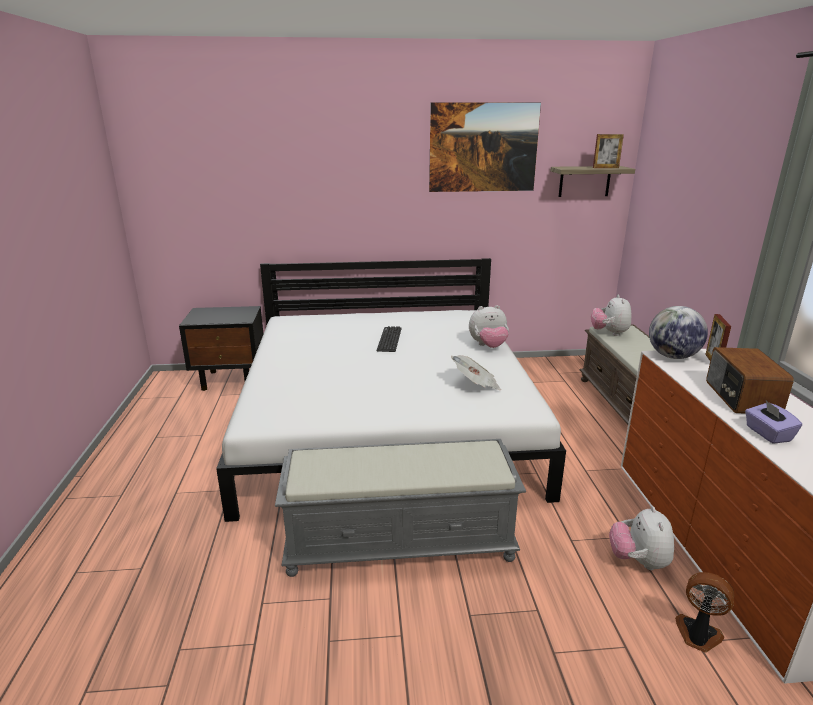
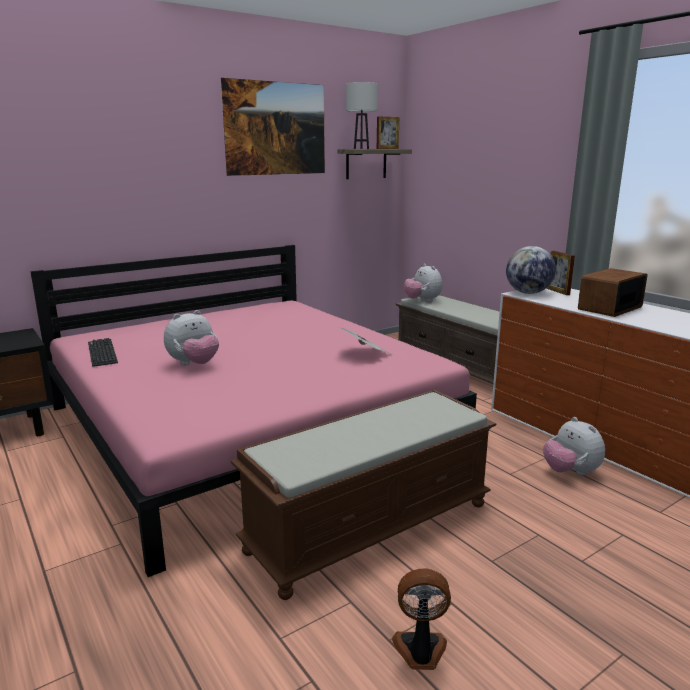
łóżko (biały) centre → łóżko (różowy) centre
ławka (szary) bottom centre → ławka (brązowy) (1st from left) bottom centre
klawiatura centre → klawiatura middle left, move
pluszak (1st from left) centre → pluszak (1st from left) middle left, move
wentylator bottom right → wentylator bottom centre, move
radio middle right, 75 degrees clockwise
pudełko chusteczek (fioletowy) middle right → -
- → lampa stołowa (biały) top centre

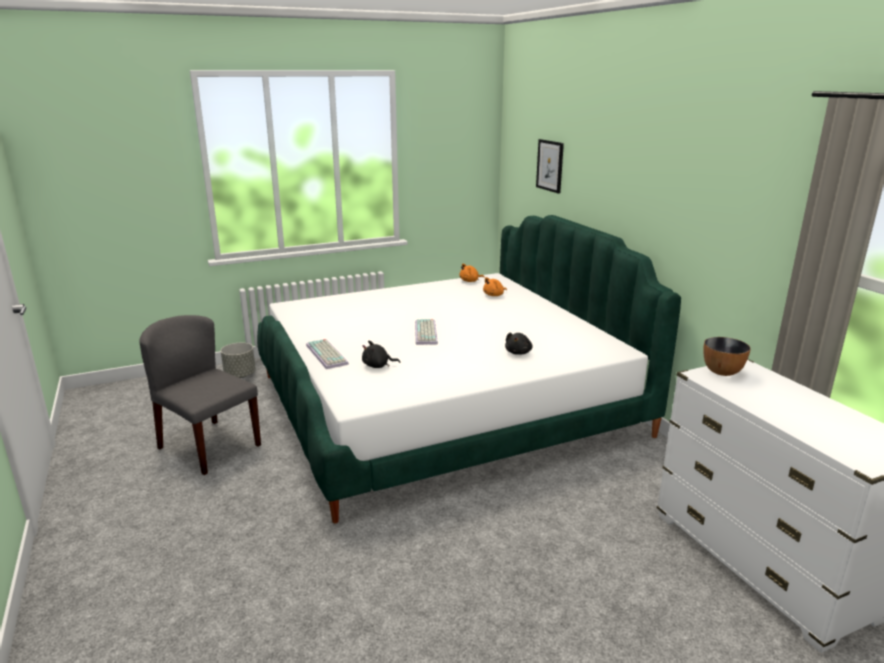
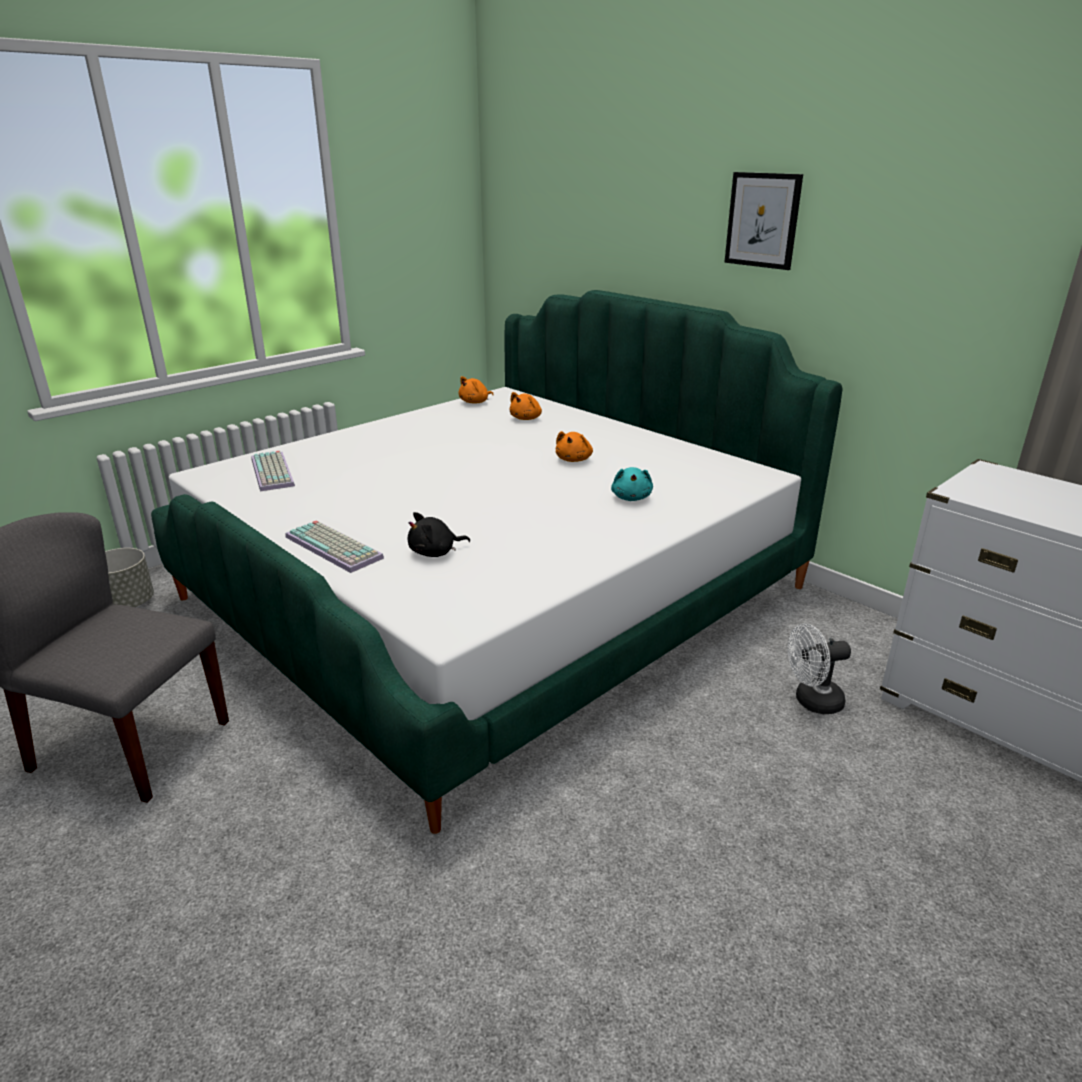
klawiatura (2nd from left in the first image) centre → klawiatura (1st from left) middle left, move
pluszak (czarny) (2nd from left) centre → pluszak (turkusowy) centre
obraz top centre → obraz top right, move
miska middle right → -
- → pluszak (pomarańczowy) (3rd from left) centre
- → wentylator (biały) middle right

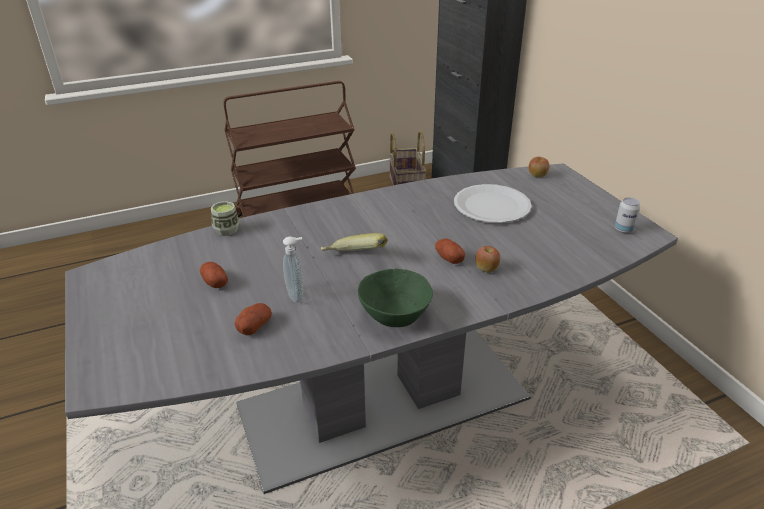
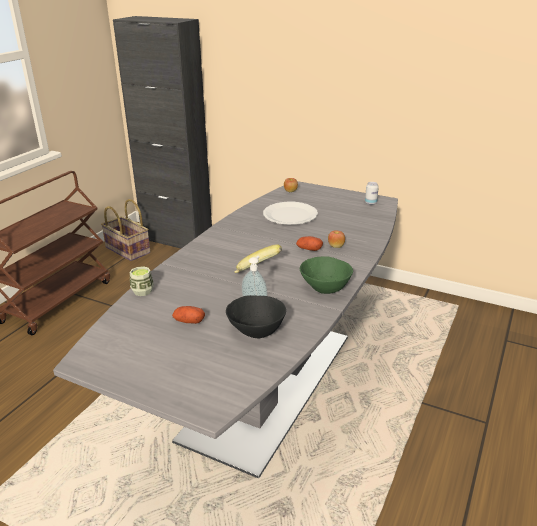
ziemniak (2nd from left) middle left → miska (czarny) centre

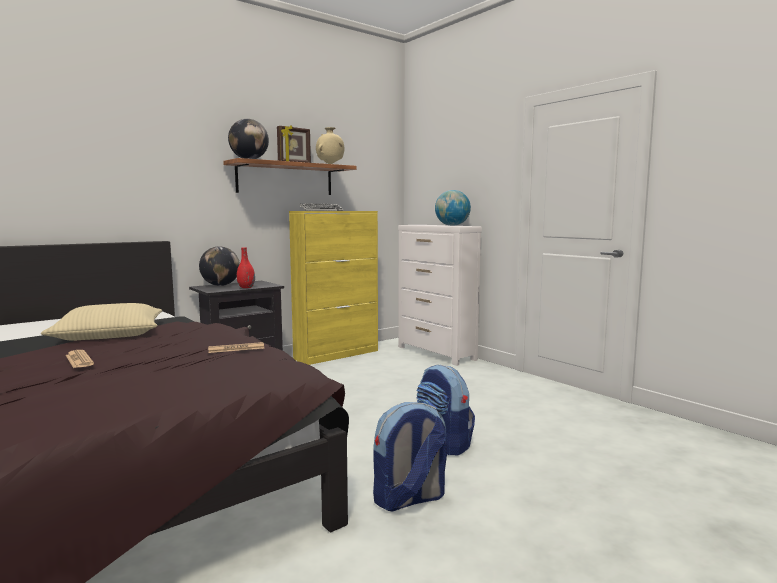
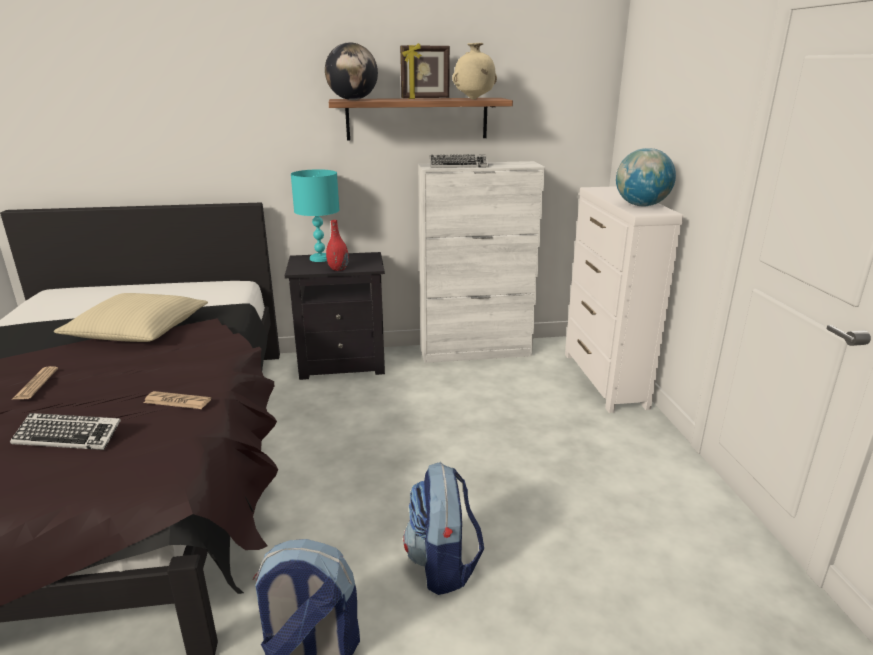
globus (1st from left) middle left → lampa stołowa (turkusowy) top centre
szafka (żółty) centre → szafka (biały) centre
- → klawiatura (1st from left) middle left

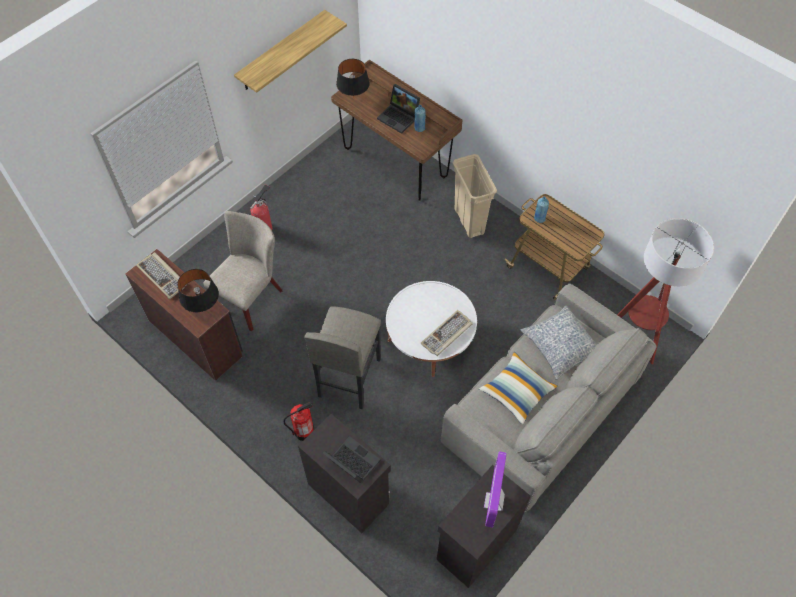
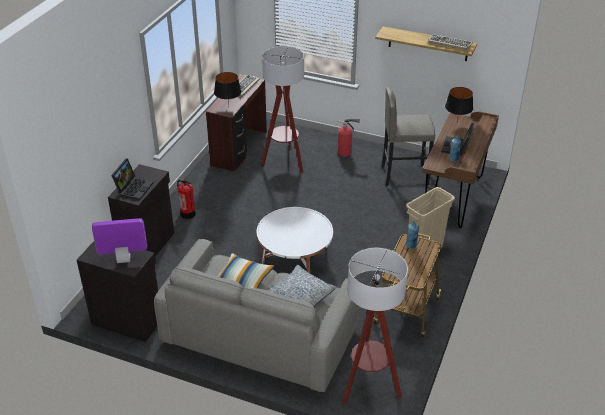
krzesło (beżowy) middle left → lampa stojąca (1st from left) top centre
stołek (szary) centre → stołek (szary) top right, move
klawiatura (2nd from left) centre → klawiatura (2nd from left) top right, move

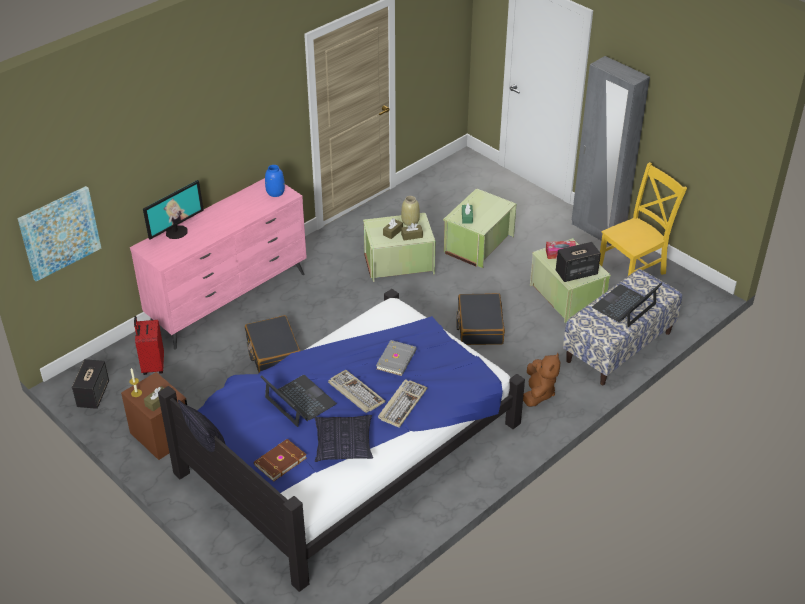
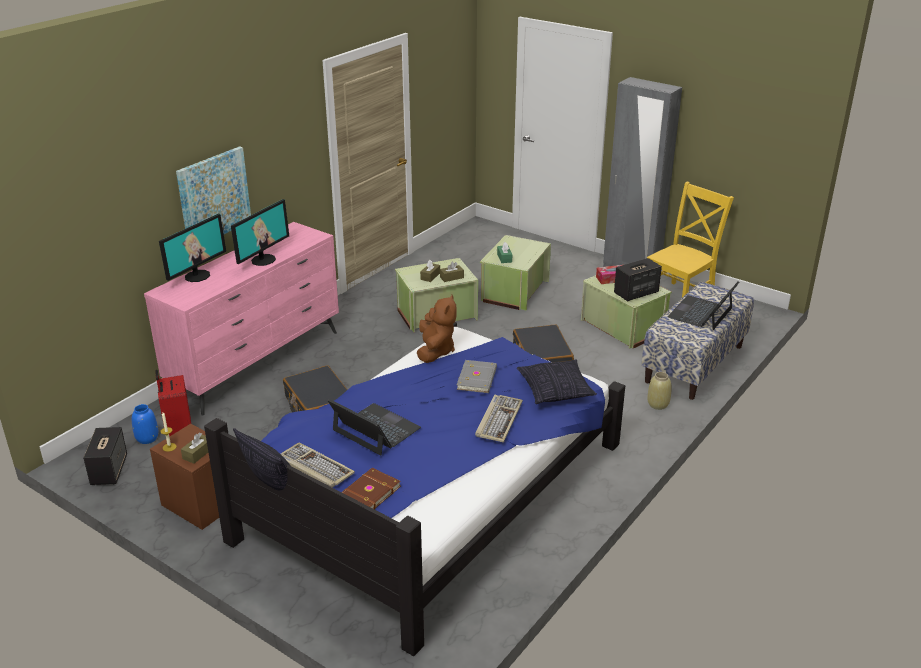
obraz middle left → obraz top left, move
wazon (niebieski) top centre → wazon (niebieski) middle left, move
poduszka (2nd from left) bottom centre → poduszka (2nd from left) centre, move
klawiatura (1st from left) centre → klawiatura (1st from left) bottom centre, move
wazon (beżowy) centre → wazon (beżowy) middle right, move
pluszak (brązowy) middle right → pluszak (brązowy) centre, move
- → monitor (2nd from left) middle left

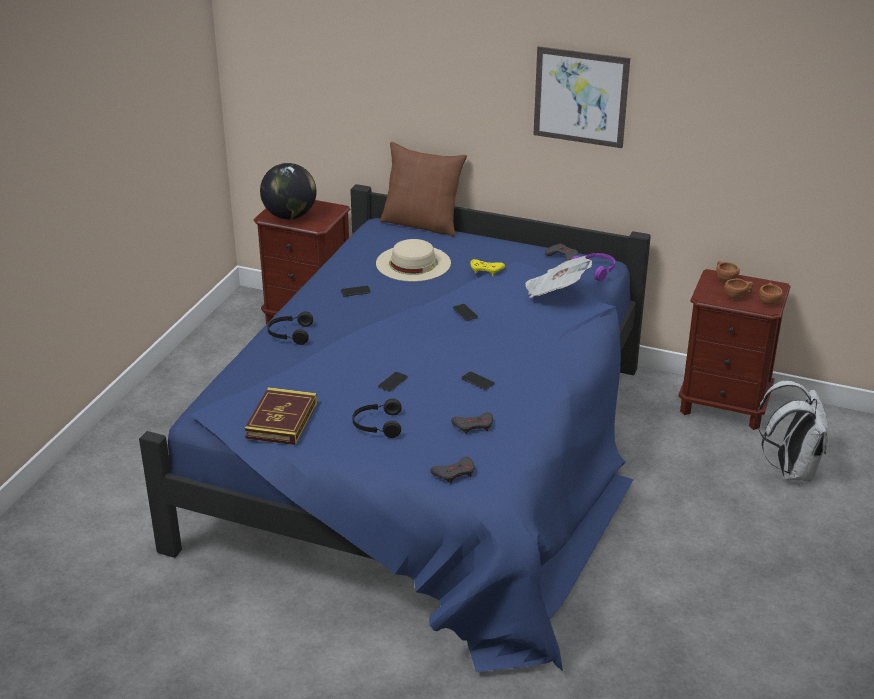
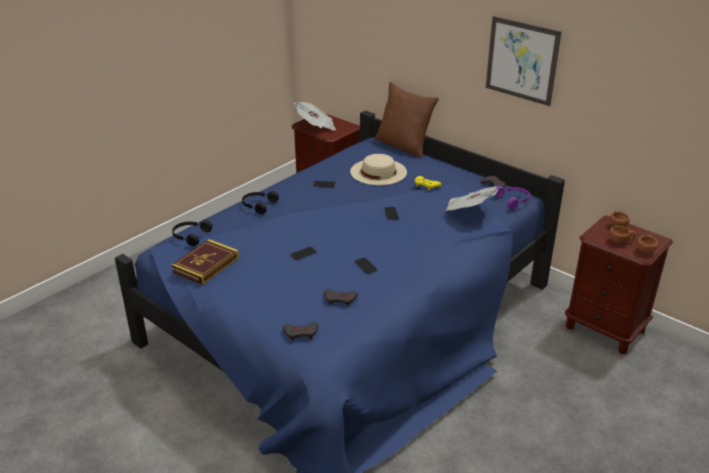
globus top left → gazeta (1st from left) top centre
słuchawki (czarny) (2nd from left in the first image) centre → słuchawki (czarny) (1st from left) middle left, move
plecak (biały) middle right → -

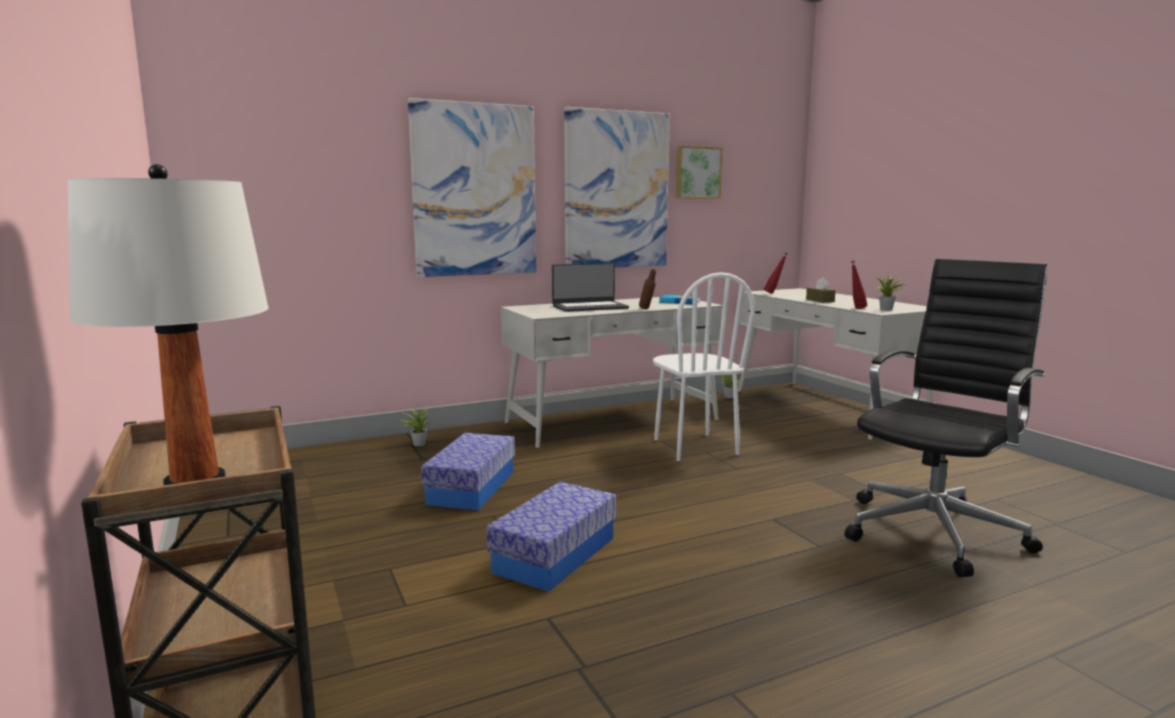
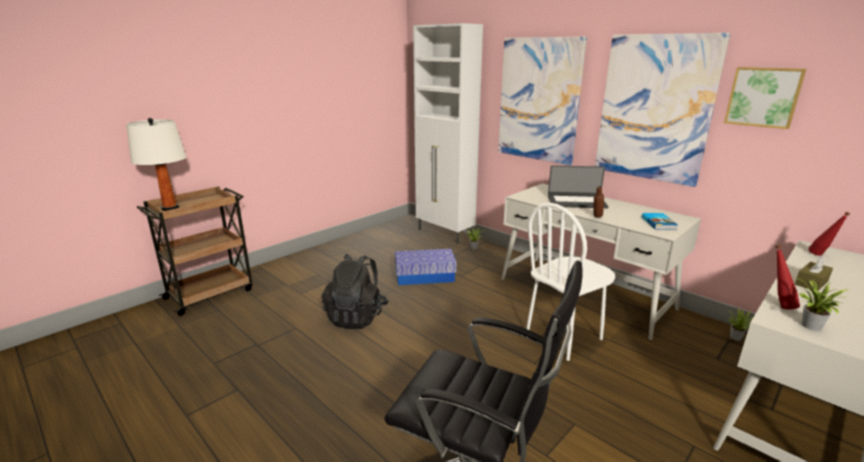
pojemnik do przechowywania (2nd from left) bottom centre → plecak (czarny) centre
laptop centre → laptop middle right, 45 degrees counterclockwise
- → szafka (biały) top centre

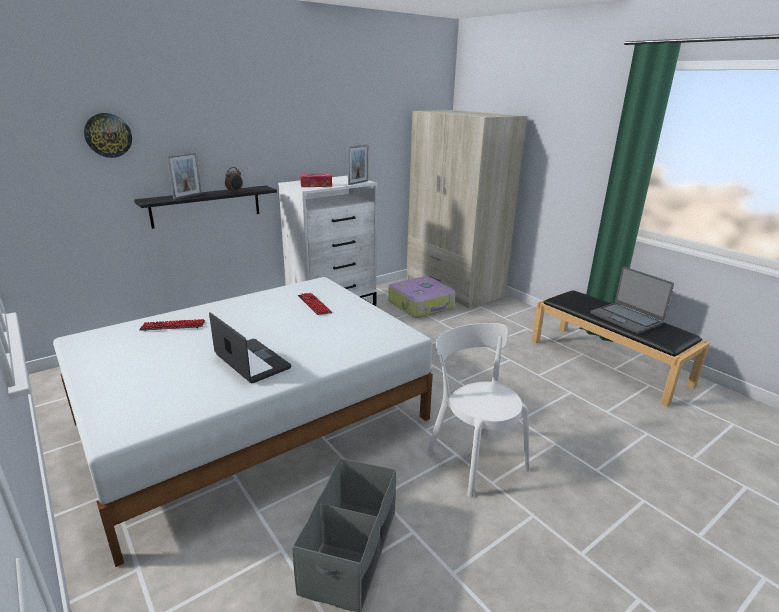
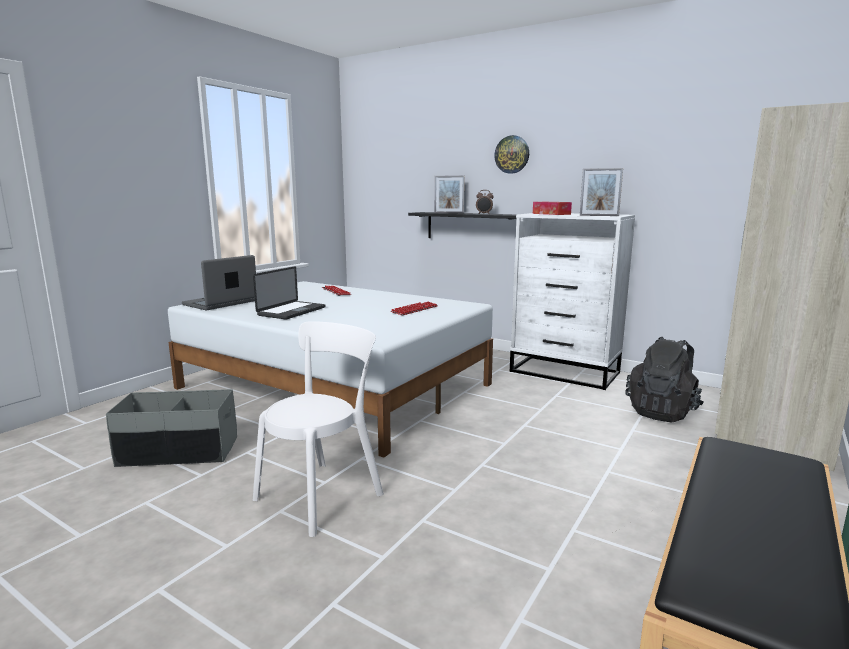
zegar ścienny top left → zegar ścienny top centre, move
walizka centre → plecak (czarny) middle right
laptop (2nd from left in the first image) middle right → laptop (1st from left) middle left, move

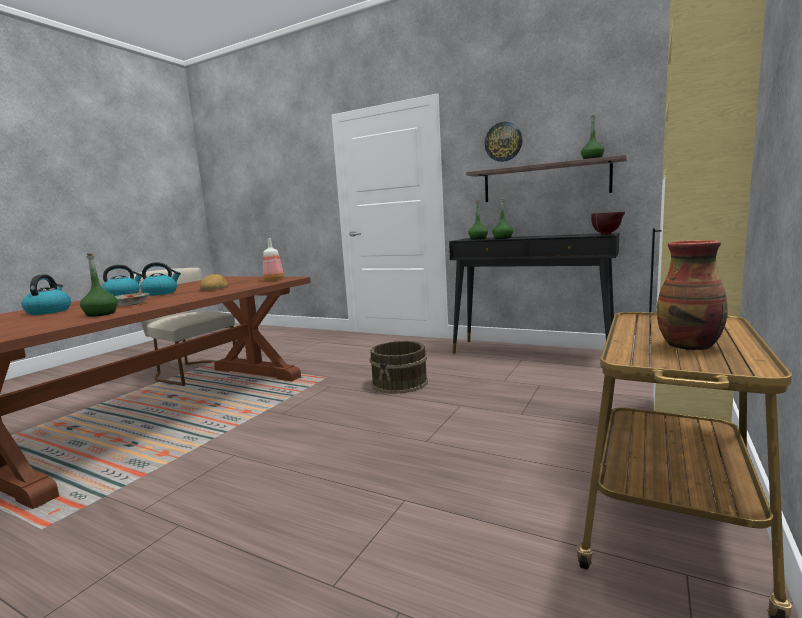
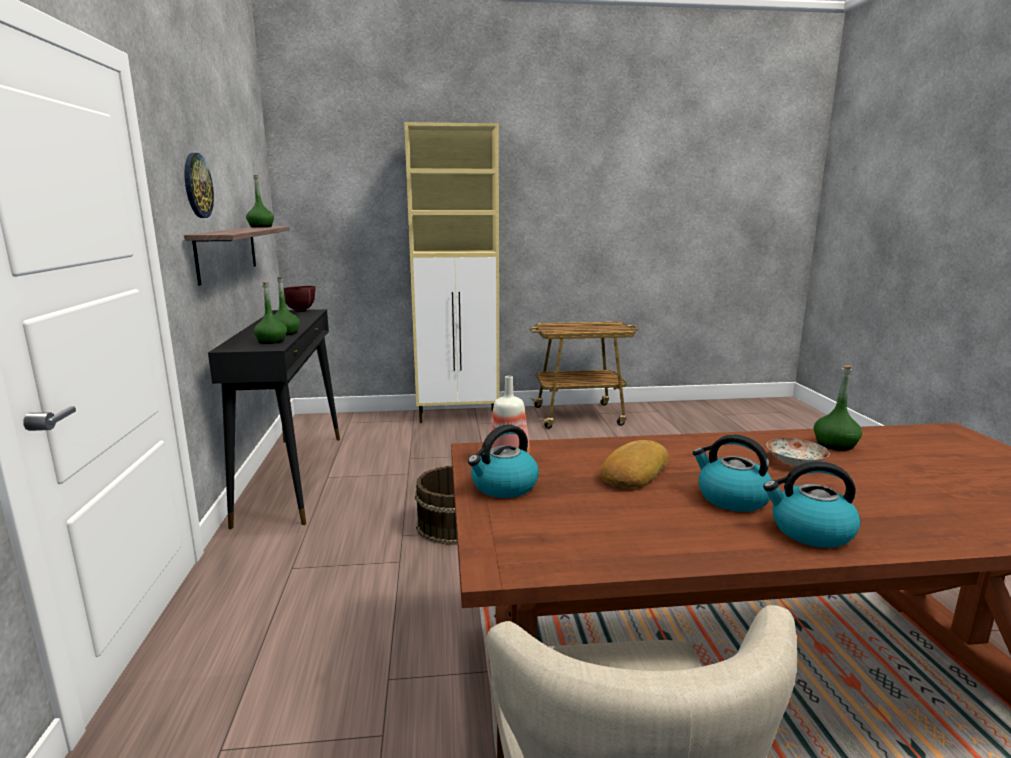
czajnik (1st from left) middle left → czajnik (1st from left) centre, move
wazon middle right → -

